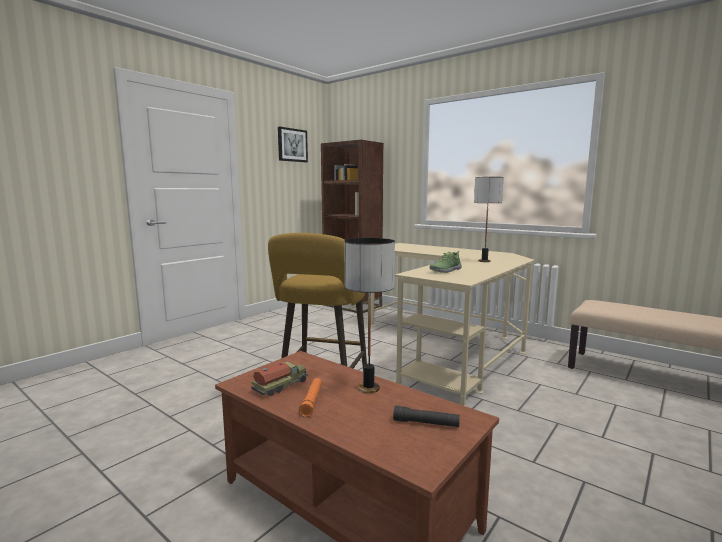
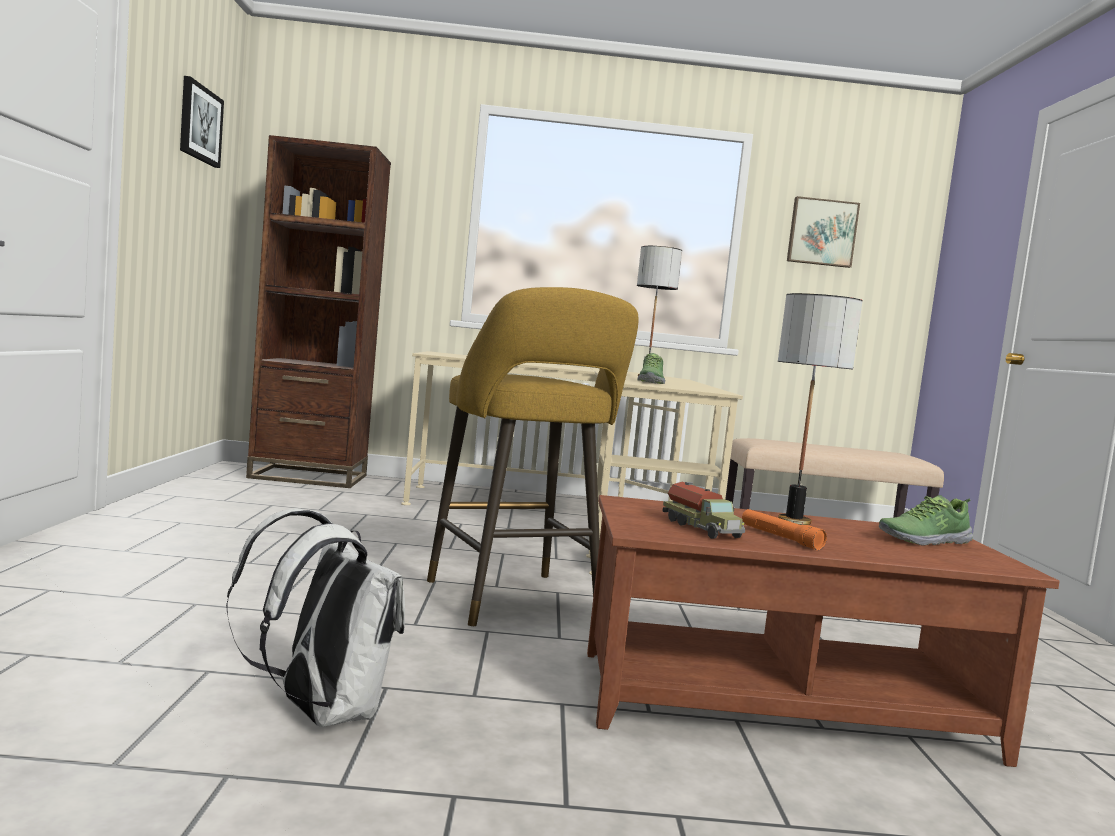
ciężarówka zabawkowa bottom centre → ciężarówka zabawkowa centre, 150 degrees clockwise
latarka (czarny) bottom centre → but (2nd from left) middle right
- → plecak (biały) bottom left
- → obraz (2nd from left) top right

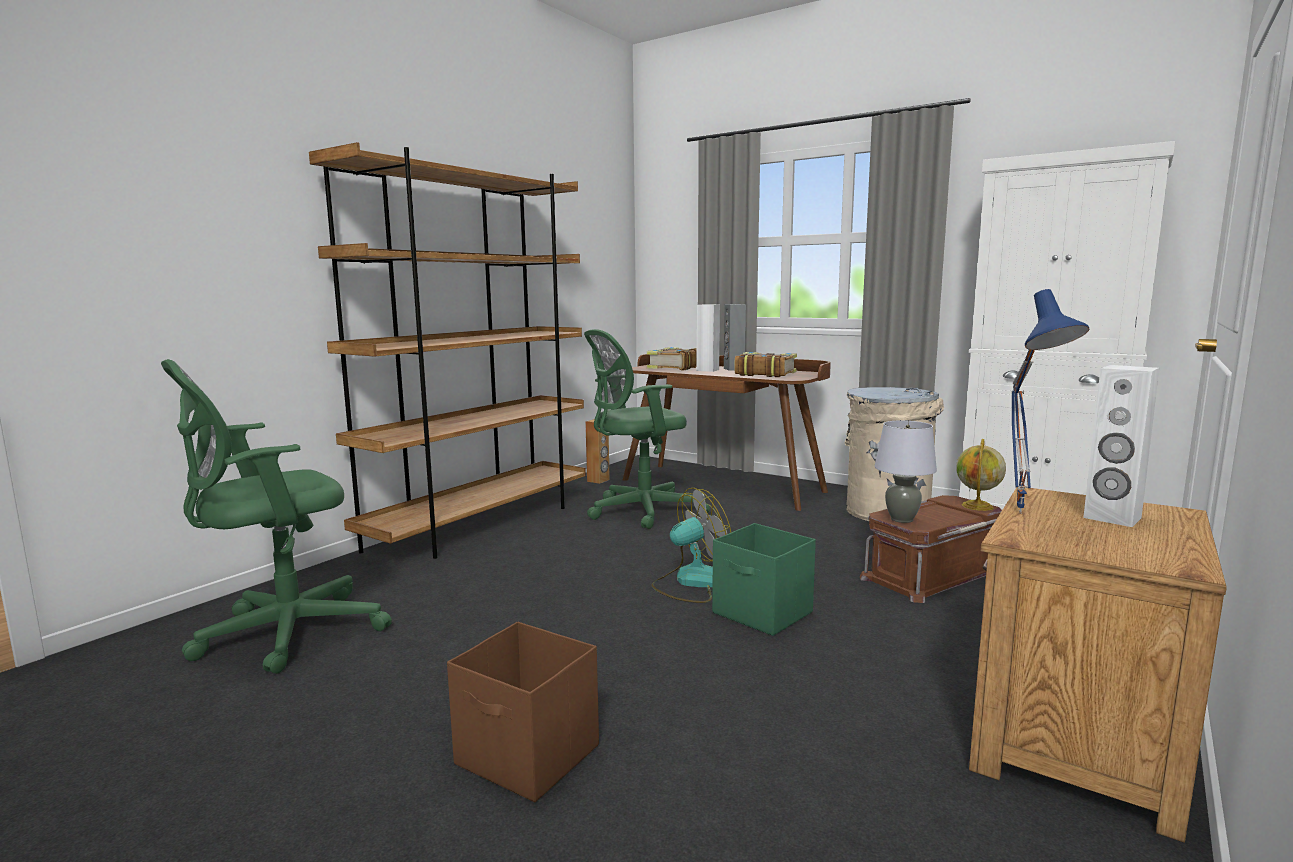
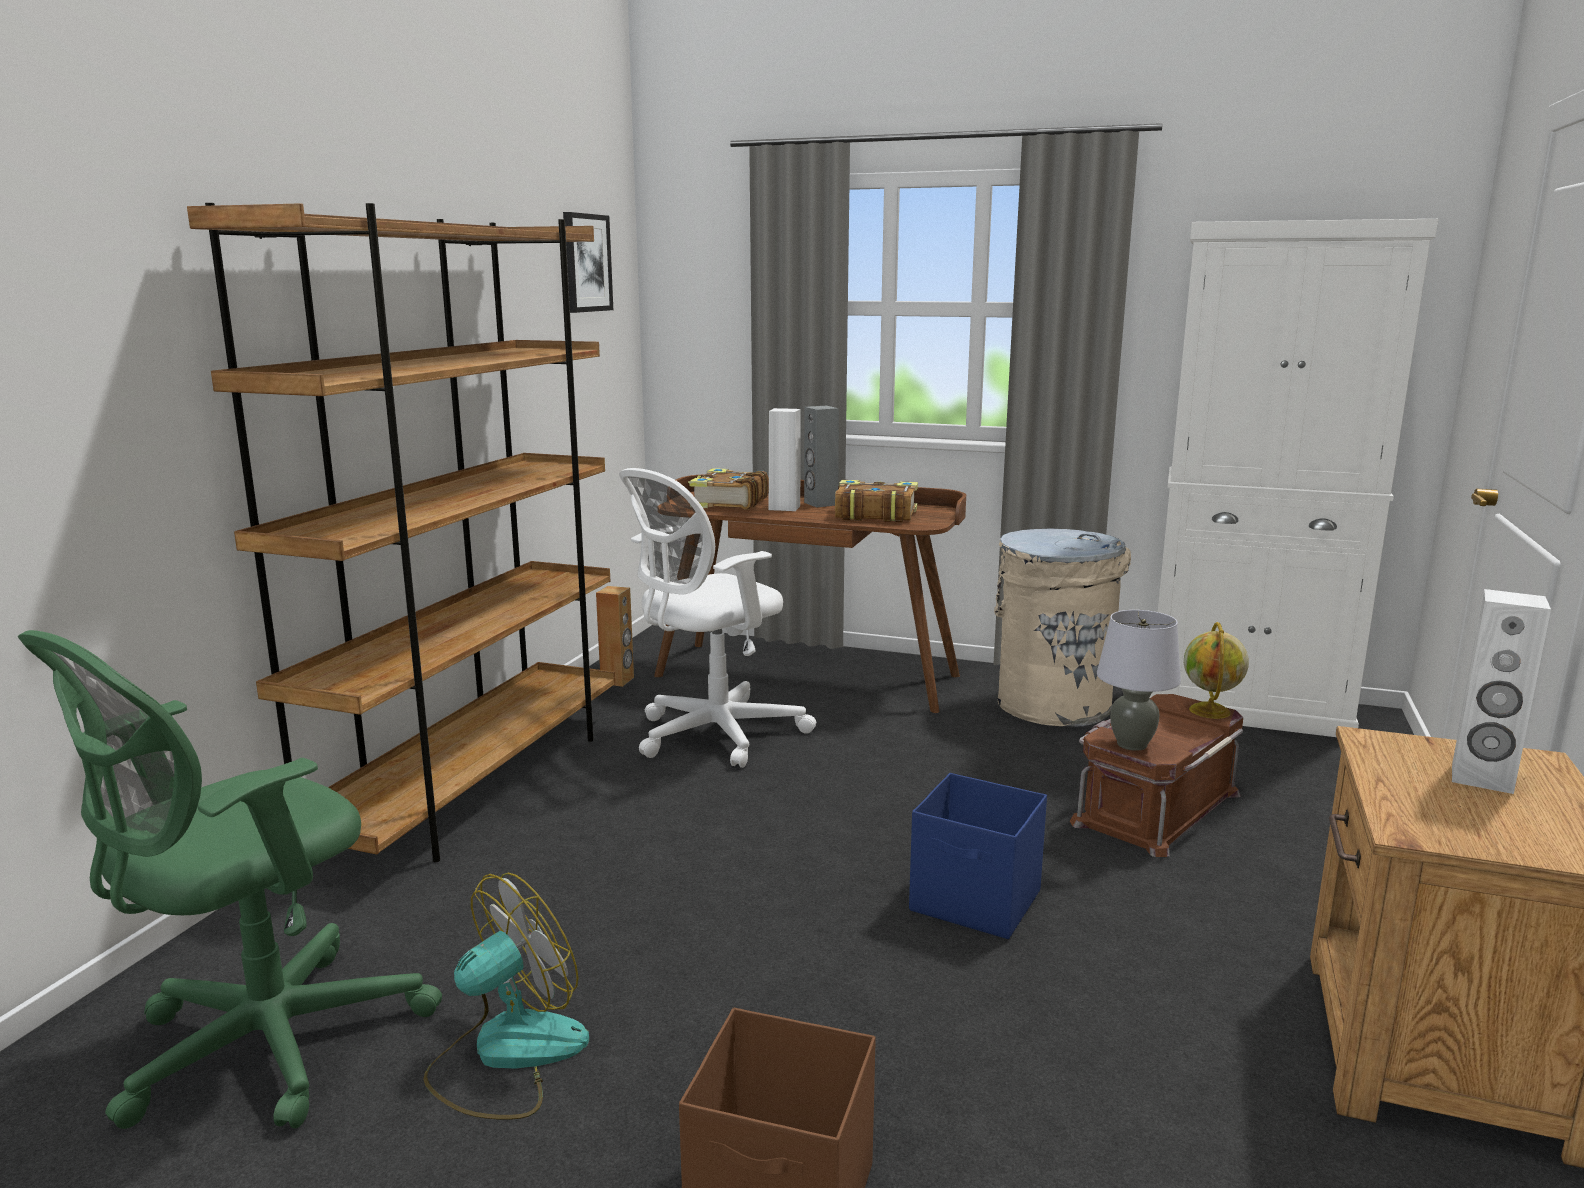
krzesło biurowe (zielony) (2nd from left) centre → krzesło biurowe (biały) centre
wentylator centre → wentylator bottom left, move
pojemnik do przechowywania (zielony) bottom centre → pojemnik do przechowywania (niebieski) bottom centre
lampa stołowa (niebieski) middle right → -
- → obraz top centre

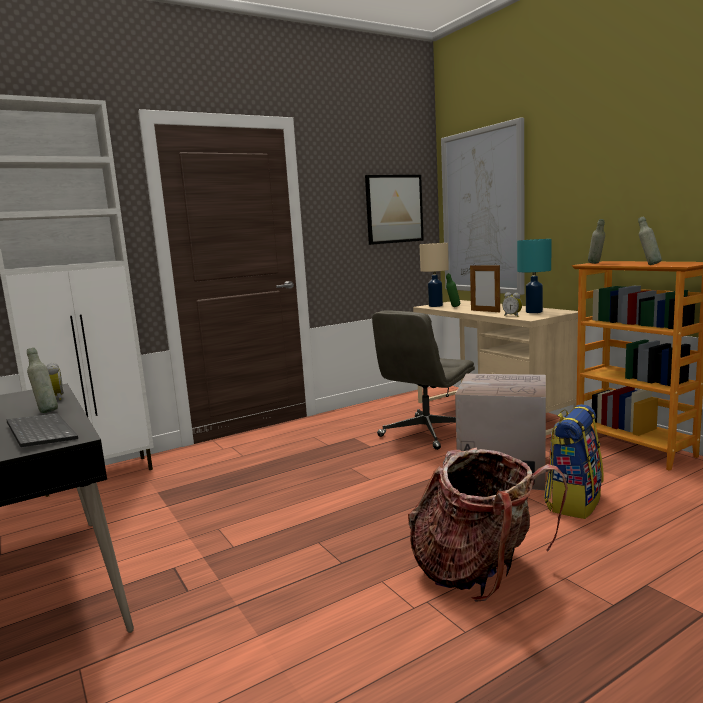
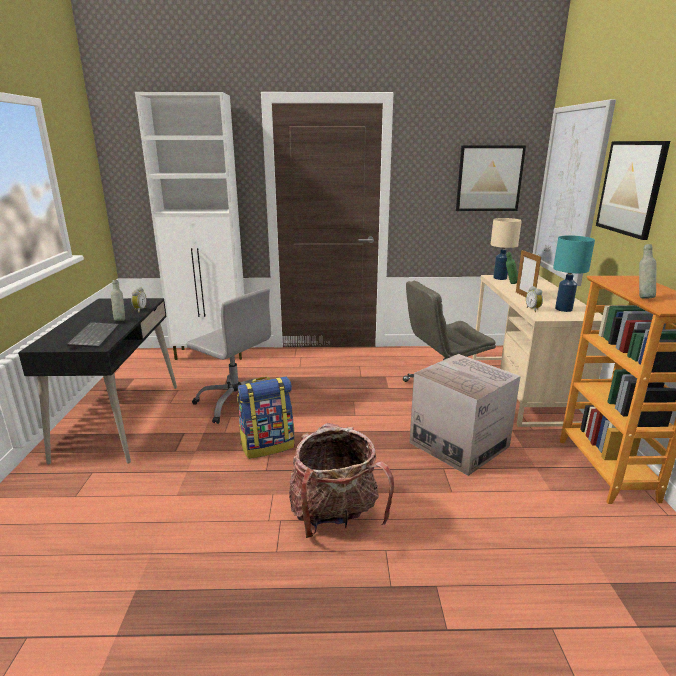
plecak (2nd from left in the first image) middle right → plecak (1st from left) centre, move
butelka (szary) (2nd from left) middle right → -
- → krzesło biurowe (szary) (1st from left) centre
- → obraz (3rd from left) top right

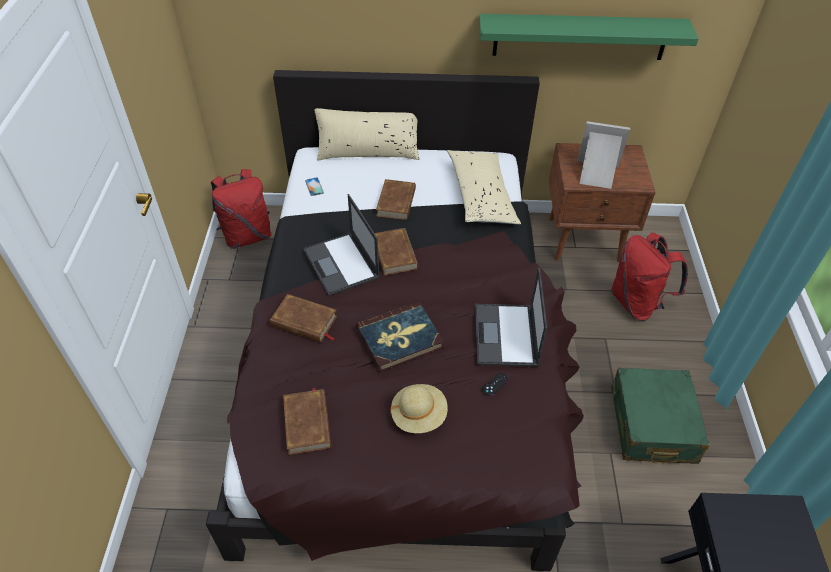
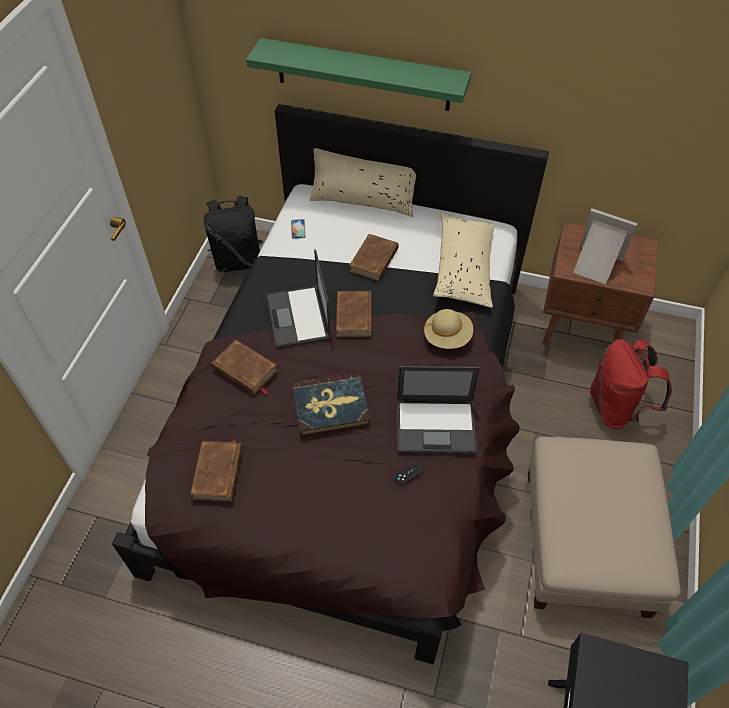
plecak (czerwony) (1st from left) middle left → plecak (czarny) top left
kapelusz (beżowy) bottom centre → kapelusz (beżowy) centre, move
laptop (2nd from left) centre, 105 degrees counterclockwise
półka (zielony) top right → półka (zielony) top centre, move
walizka (zielony) bottom right → pufa (beżowy) bottom right

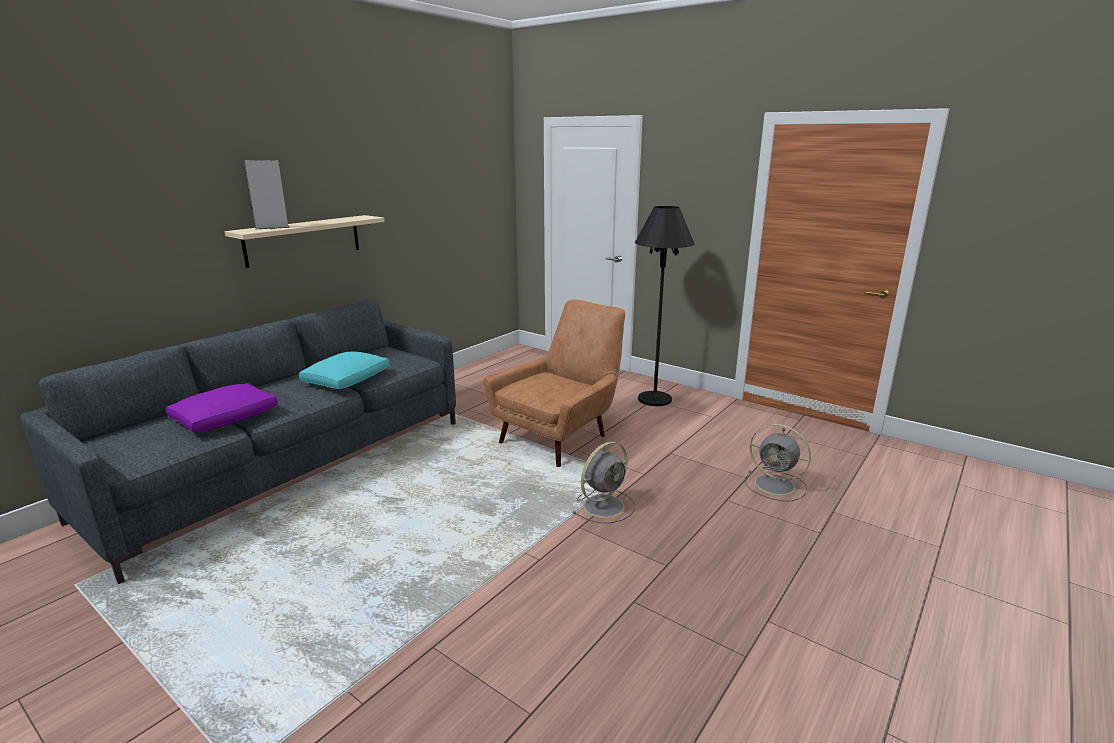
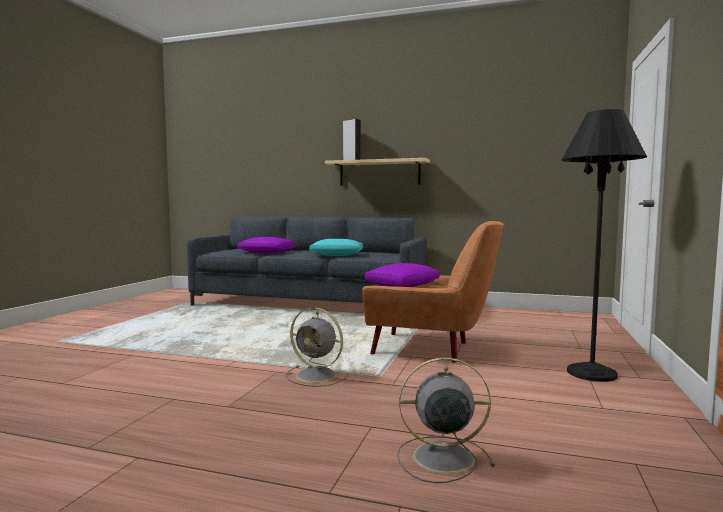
wentylator (szary) (2nd from left) middle right → wentylator (szary) (2nd from left) bottom centre, 75 degrees clockwise
- → poduszka (fioletowy) (2nd from left) centre

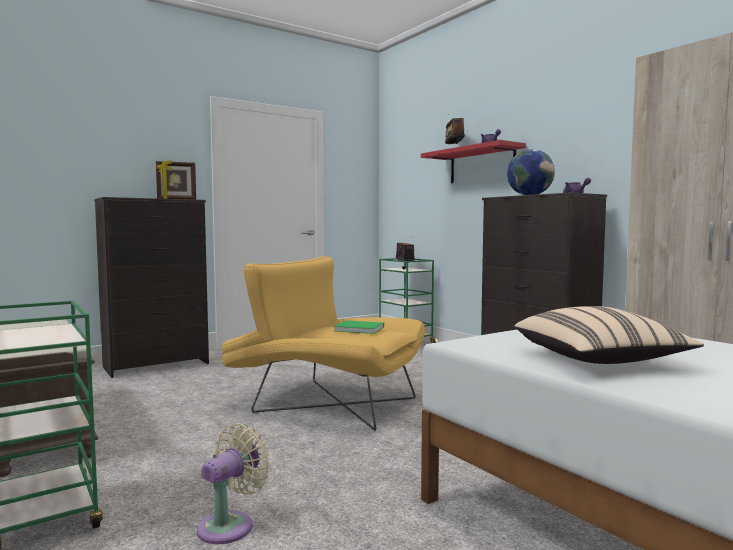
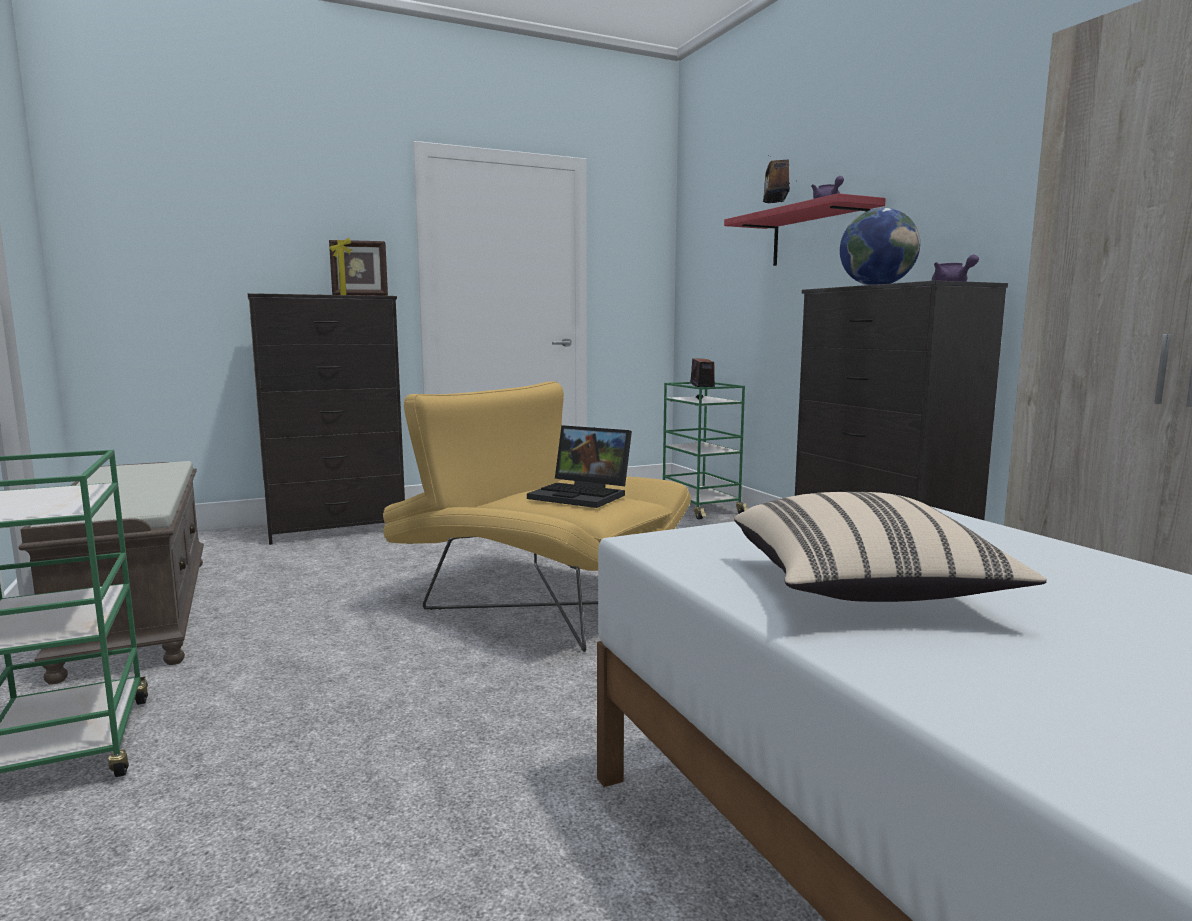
wentylator (beżowy) bottom left → -
książka (zielony) centre → laptop centre

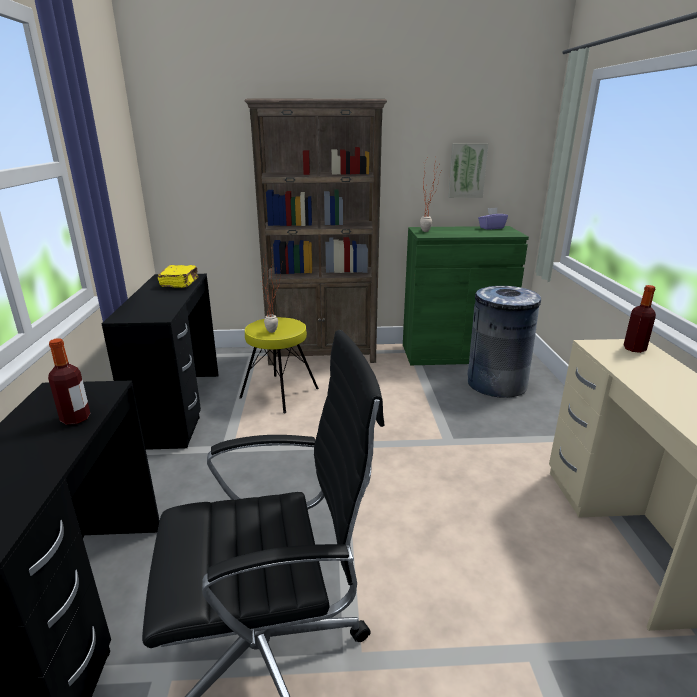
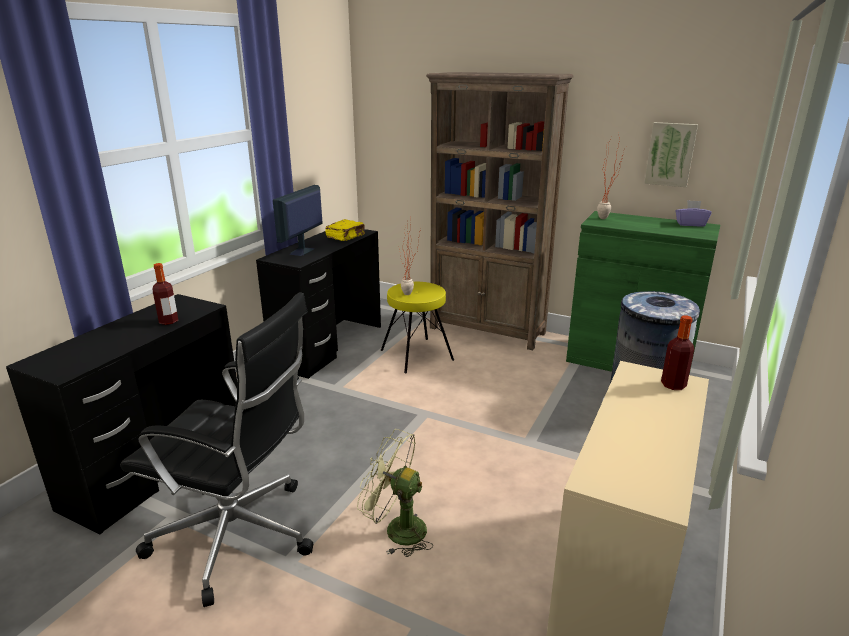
- → monitor centre
- → wentylator (zielony) bottom centre

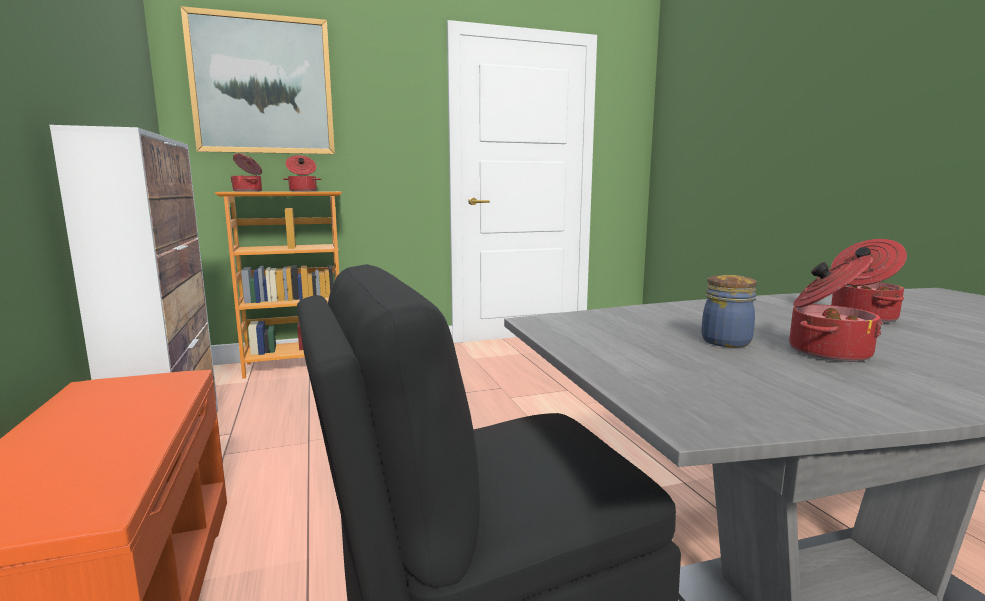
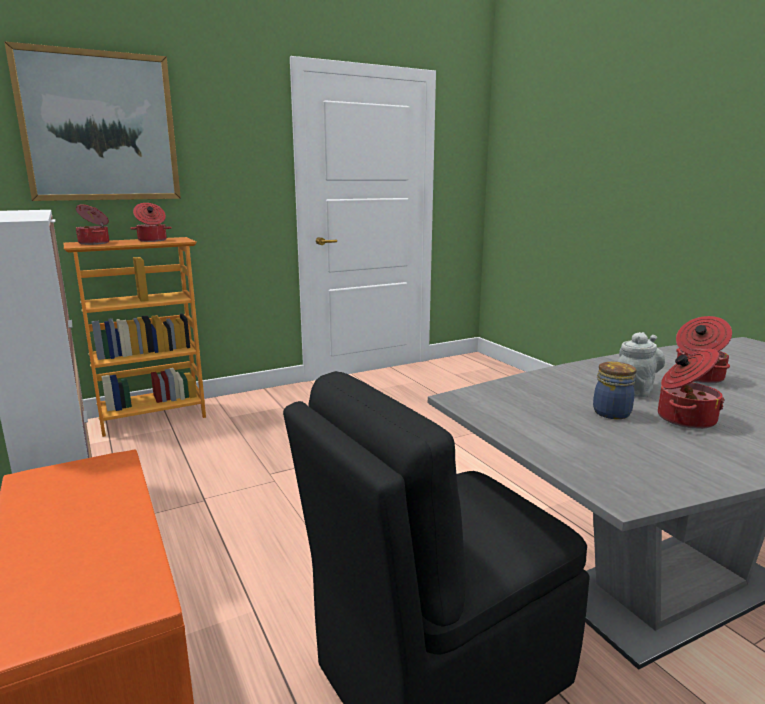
- → imbryk (szary) middle right

